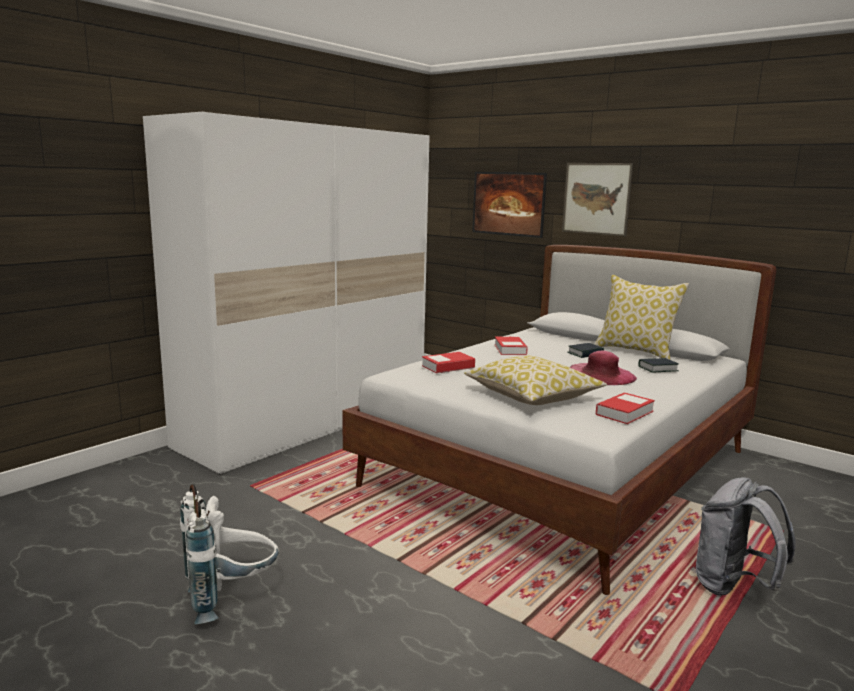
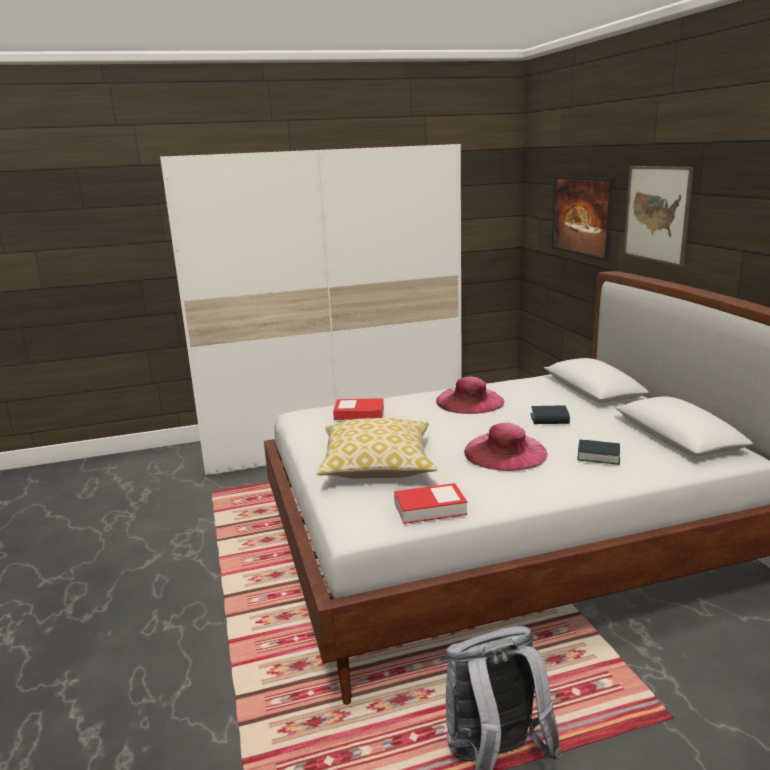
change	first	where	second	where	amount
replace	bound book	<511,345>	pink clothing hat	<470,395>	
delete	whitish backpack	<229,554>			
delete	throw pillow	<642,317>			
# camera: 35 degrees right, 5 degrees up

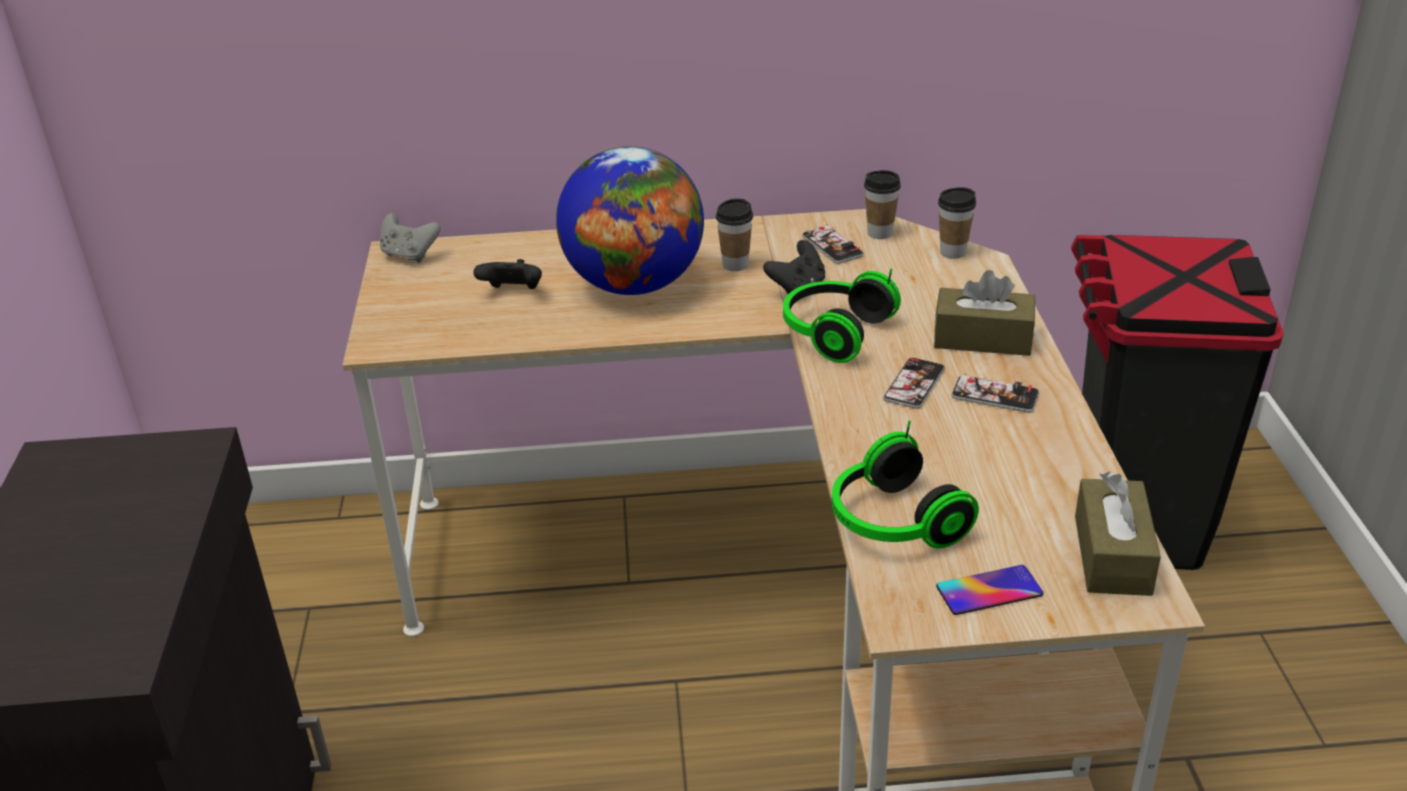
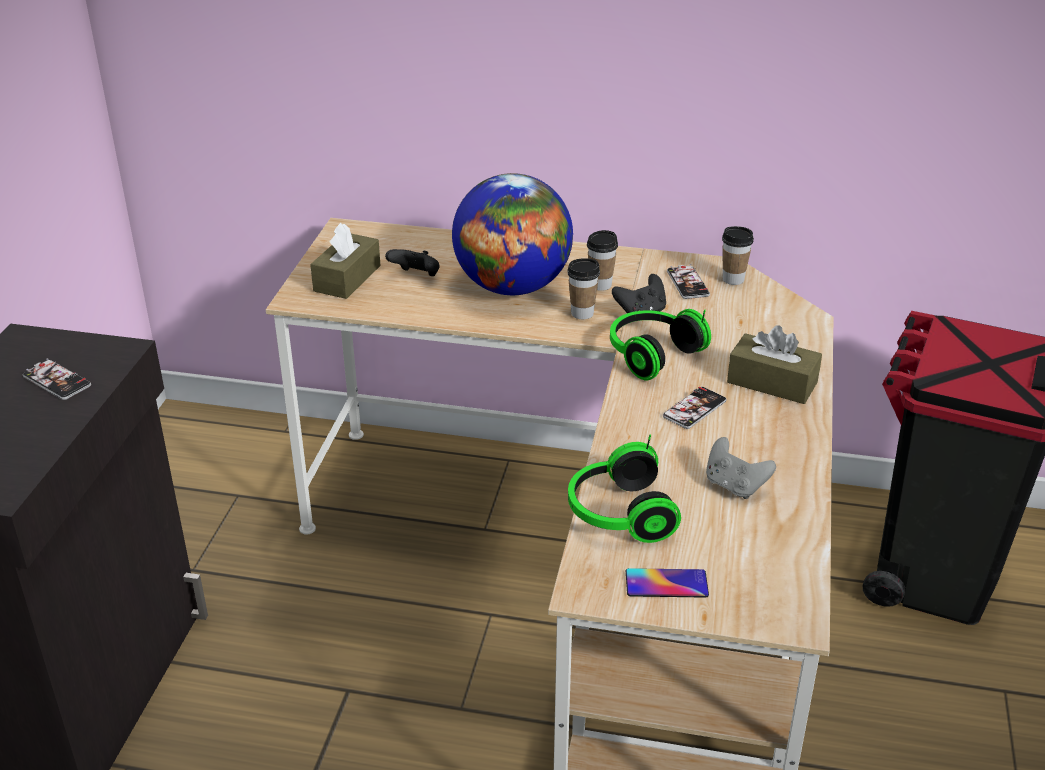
change	first	where	second	where	amount
move	handset	<995,393>		<57,379>	
move	brown tissue box	<1118,534>		<345,261>	
move	drinking cup	<957,223>		<583,288>	
move	greyish gamepad	<410,238>		<741,468>	
# camera: 15 degrees right, 0 degrees up

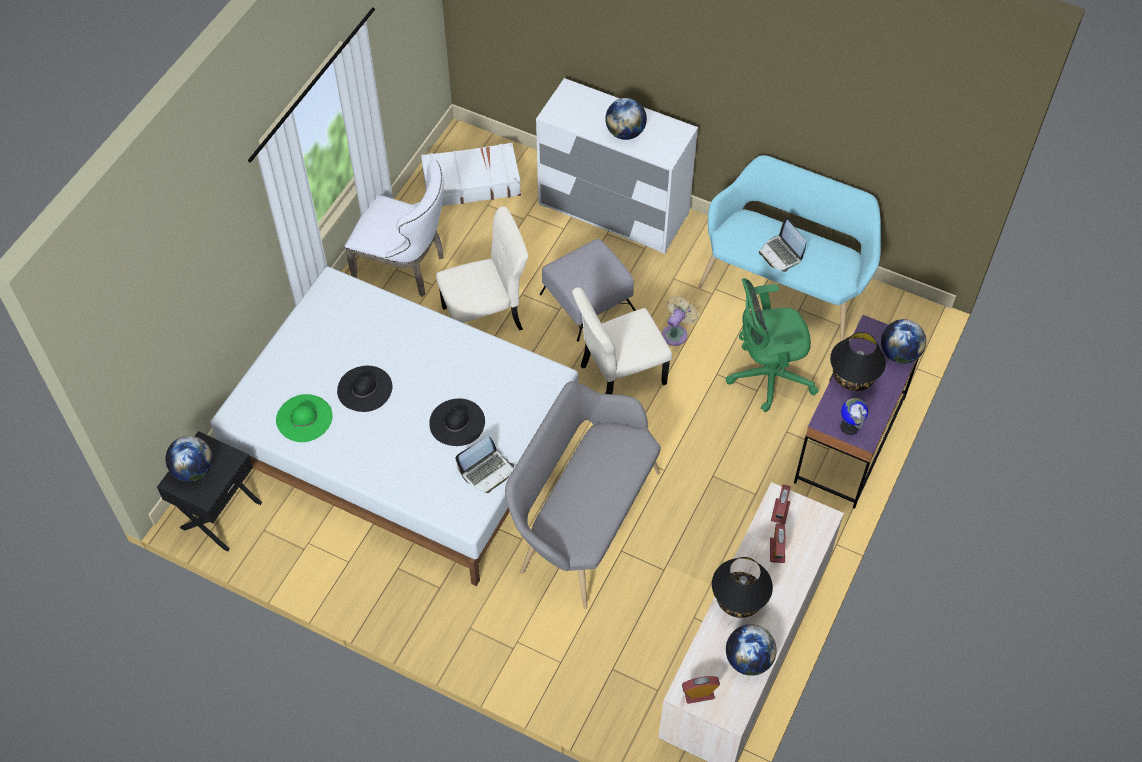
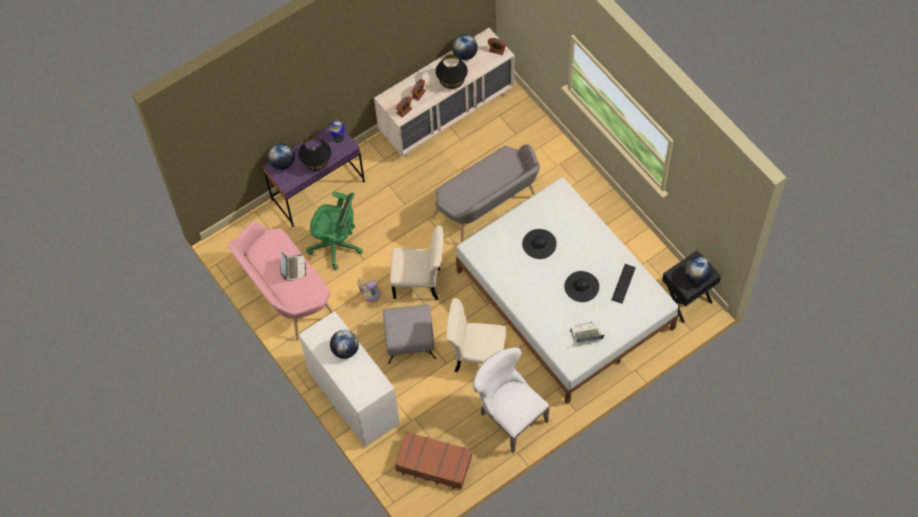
change	first	where	second	where	amount
recolor	blue-green long seat	<789,248>	pink long seat	<280,281>	
recolor	whitish piece of luggage	<471,174>	brown piece of luggage	<433,460>	
move	laptop	<484,464>		<587,332>	
replace	green-coloured clothing hat	<304,418>	computer keyboard	<623,284>	
# camera: 150 degrees left, 5 degrees up

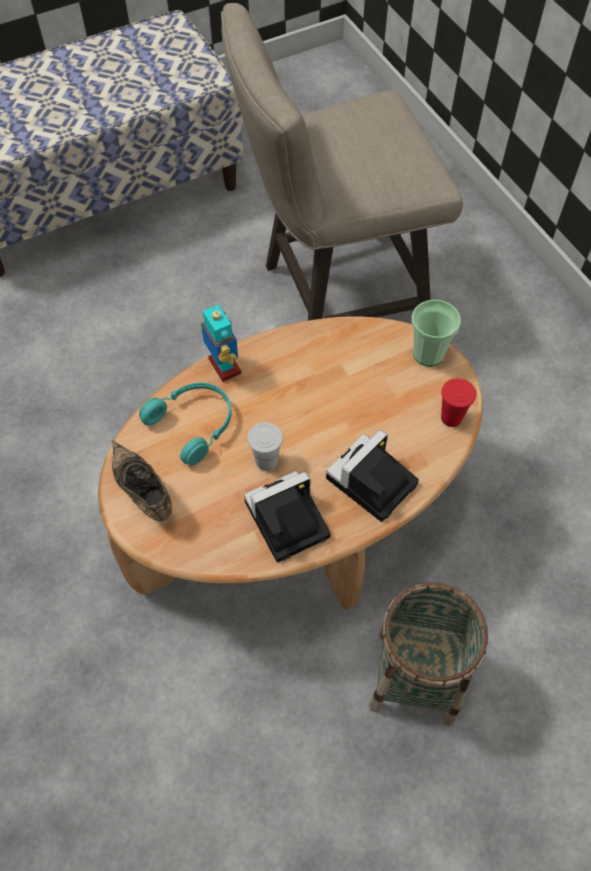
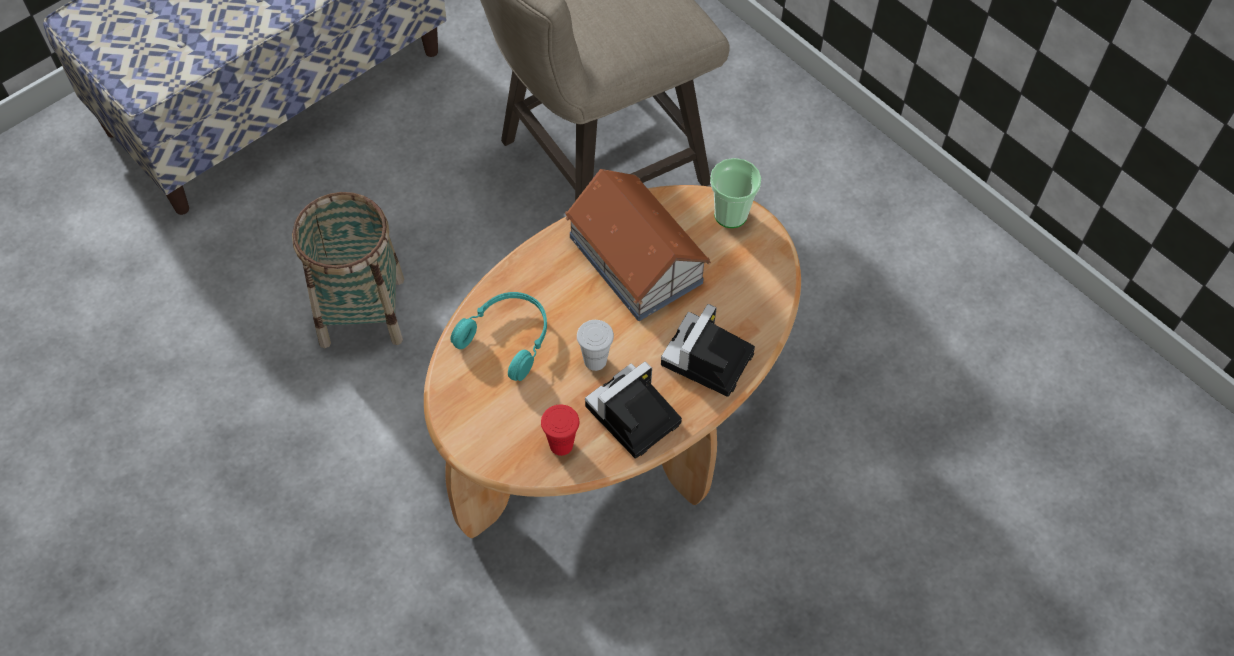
change	first	where	second	where	amount
move	household basket	<428,654>		<348,270>	
move	red-coloured drinking cup	<458,402>		<560,430>	
insert			model house	<638,245>	
delete	brown low shoe	<142,480>			
delete	model robot	<221,343>			
# camera: 15 degrees left, 0 degrees up

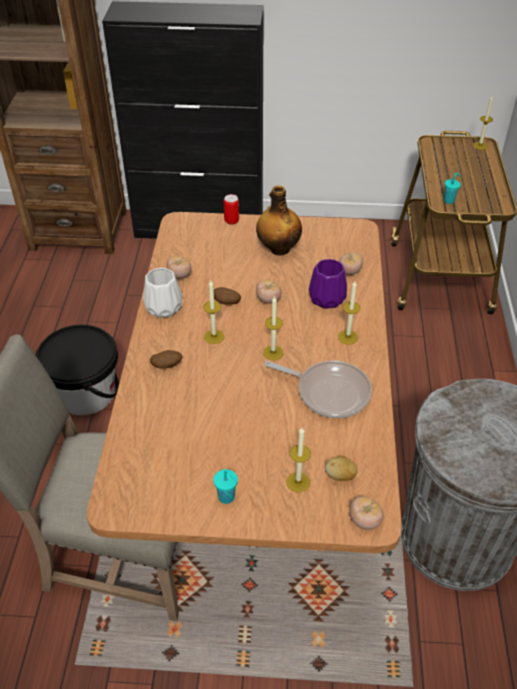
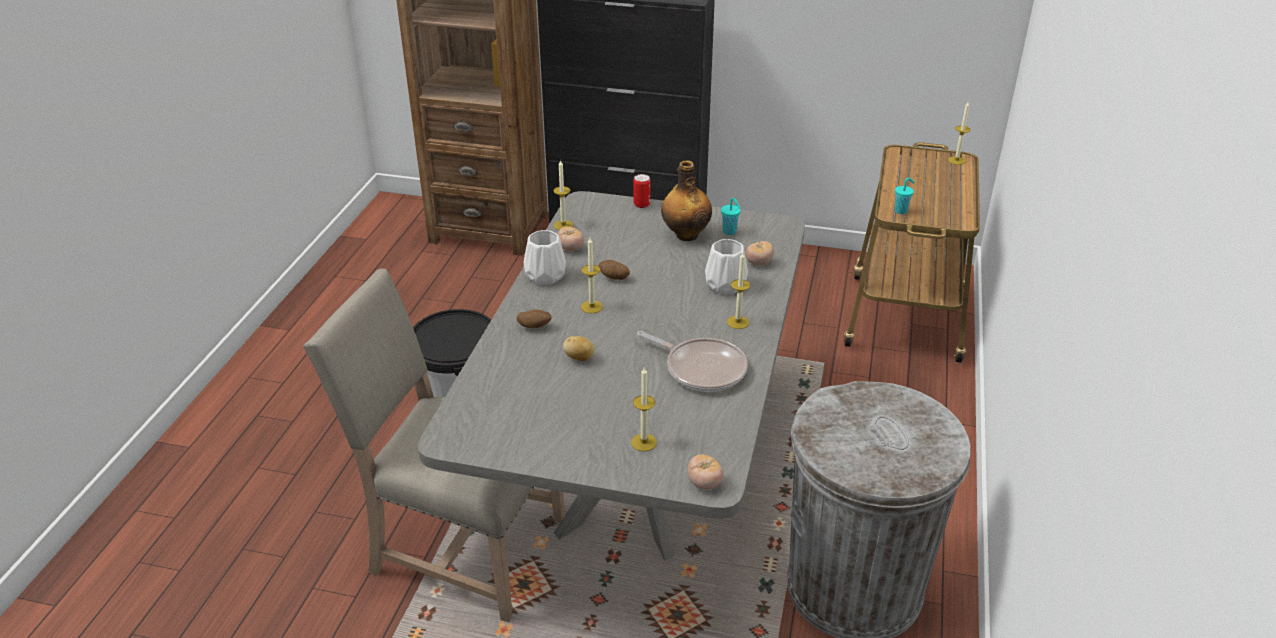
change	first	where	second	where	amount
recolor	brown kitchen table	<244,382>	greyish kitchen table	<611,376>	
move	wax light	<273,328>		<563,194>	
move	potato	<341,468>		<579,348>	
recolor	purple-coloured decorative vase	<328,284>	whitish decorative vase	<726,266>	
move	blue-green drinking cup	<225,486>		<731,216>	
delete	fresh tomato	<268,291>			
# camera: 10 degrees right, 10 degrees down

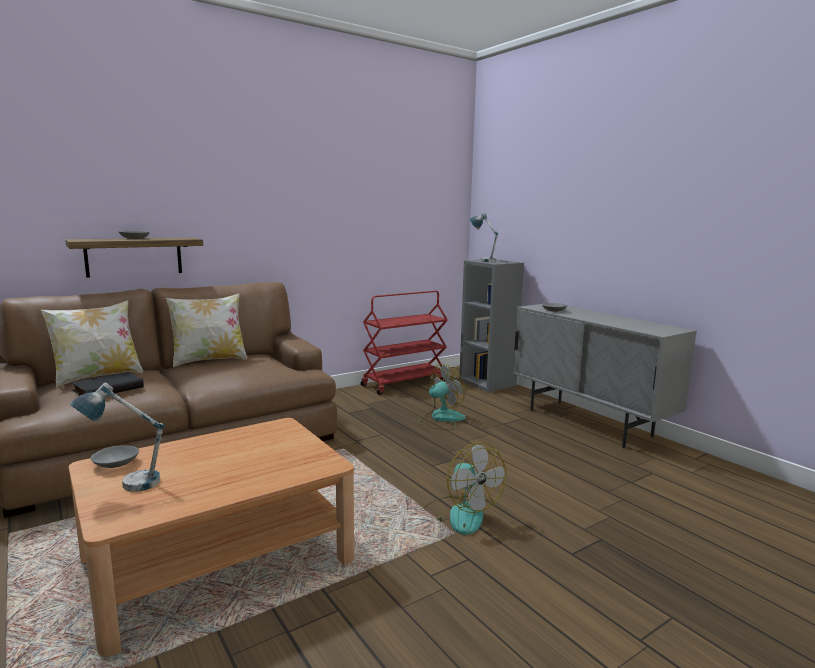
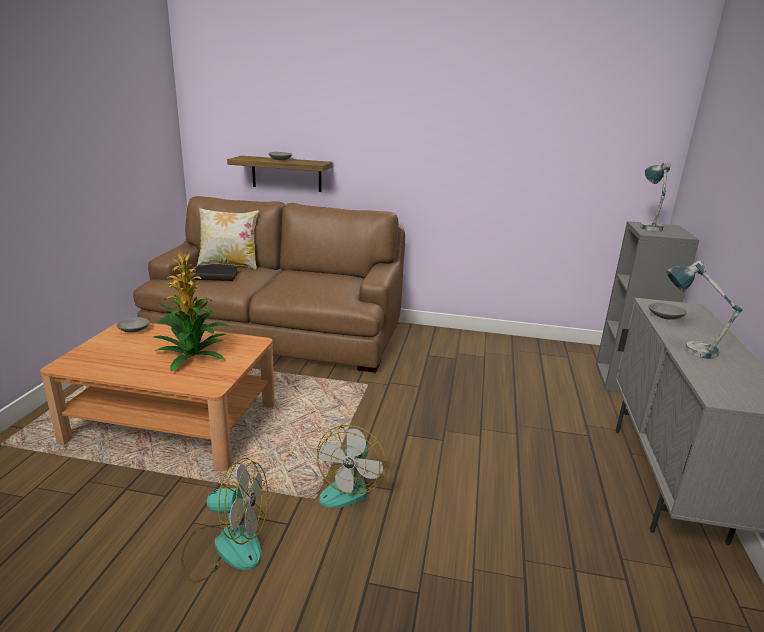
change	first	where	second	where	amount
insert			potted plant	<191,311>	
move	fan	<442,397>		<224,520>	
move	tabletop lamp	<117,437>		<704,310>	
delete	throw pillow	<207,330>			
delete	red-coloured wheeled cart	<404,343>			
# camera: 45 degrees right, 10 degrees up

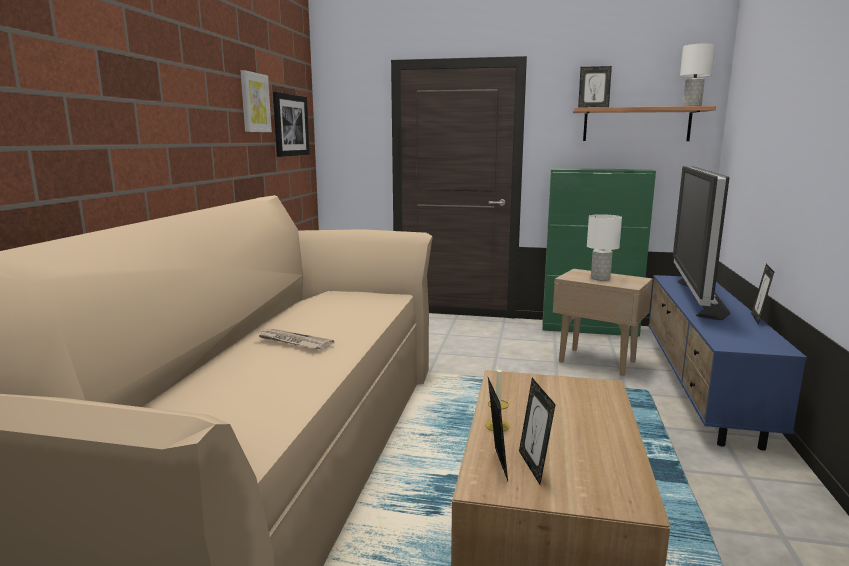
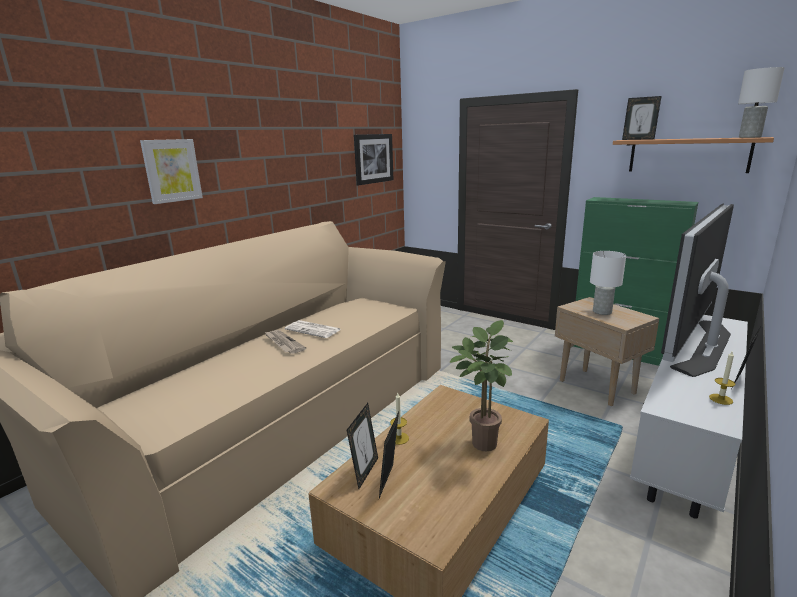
change	first	where	second	where	amount
move	picture	<256,101>		<171,171>	
insert			printed paper	<313,329>	
insert			potted plant	<481,385>	
recolor	bluish tv unit	<727,363>	whitish tv unit	<689,417>	
insert			wax light	<722,377>	
# camera: 25 degrees right, 5 degrees up

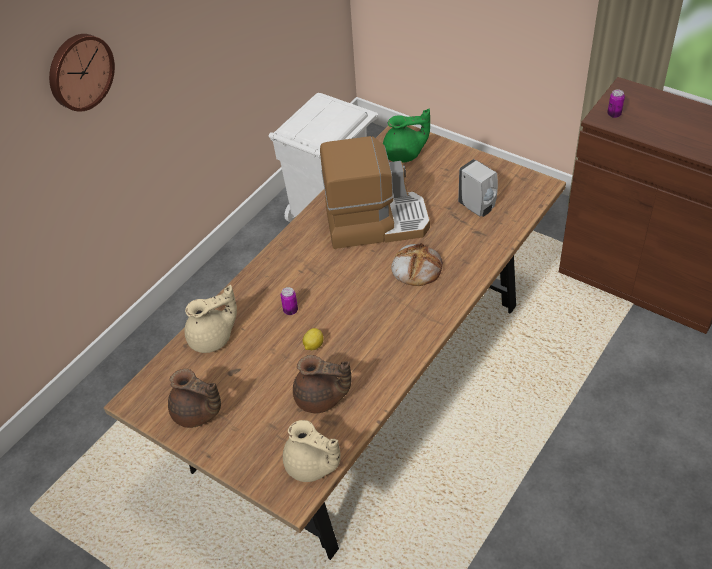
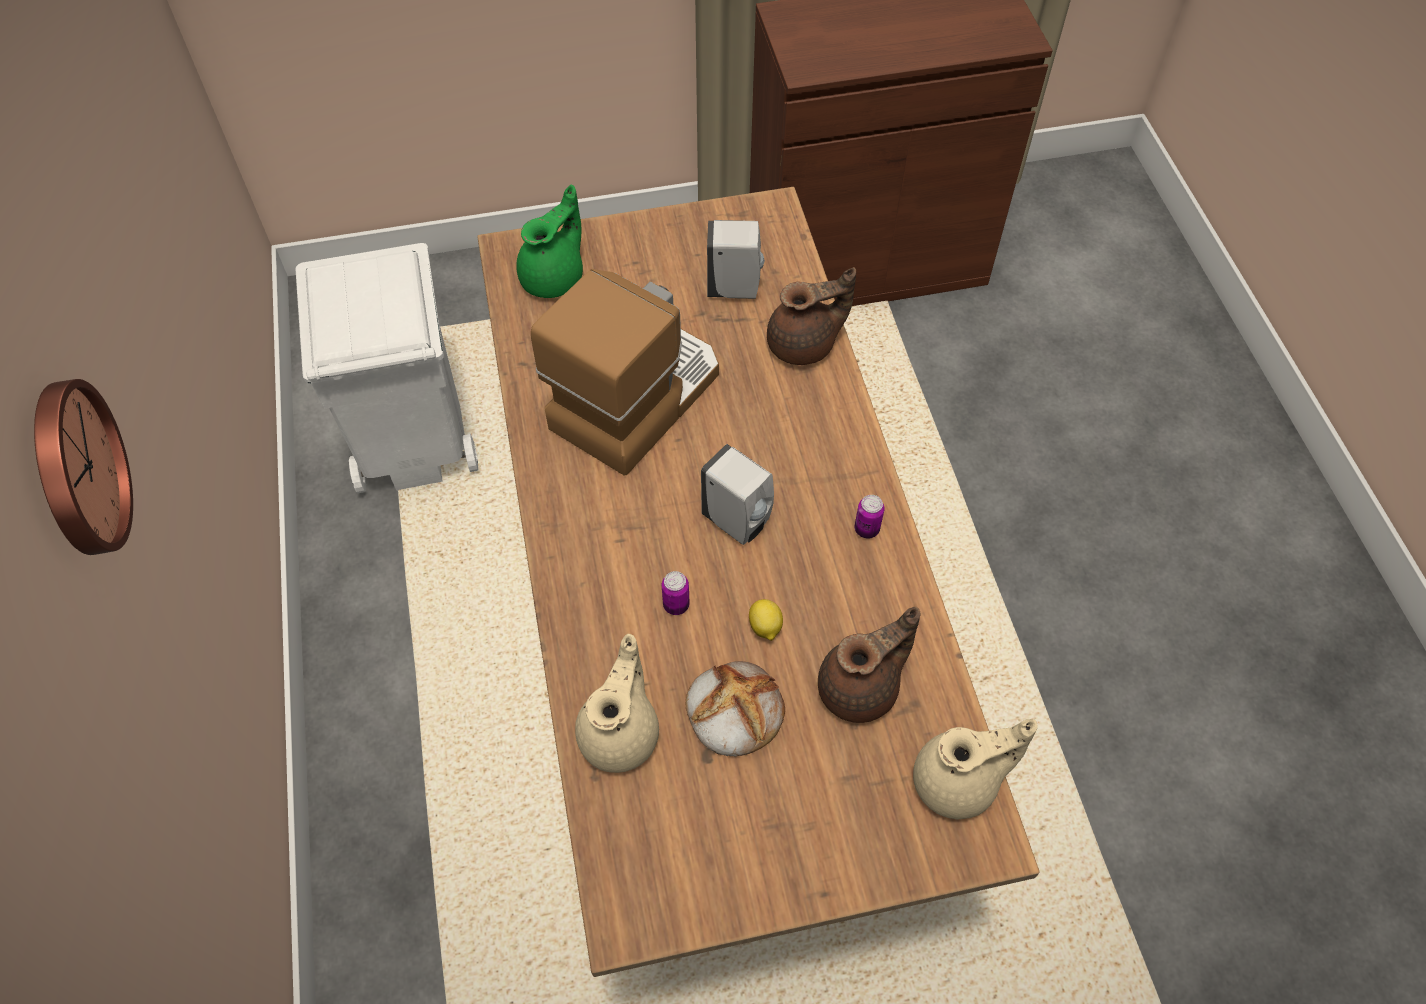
change	first	where	second	where	amount
move	bread	<417,264>		<735,708>	
insert			whitish soap dispenser	<737,494>	
move	brown tea pot	<194,398>		<811,316>	
move	can	<616,103>		<870,517>	
# camera: 50 degrees left, 10 degrees up

